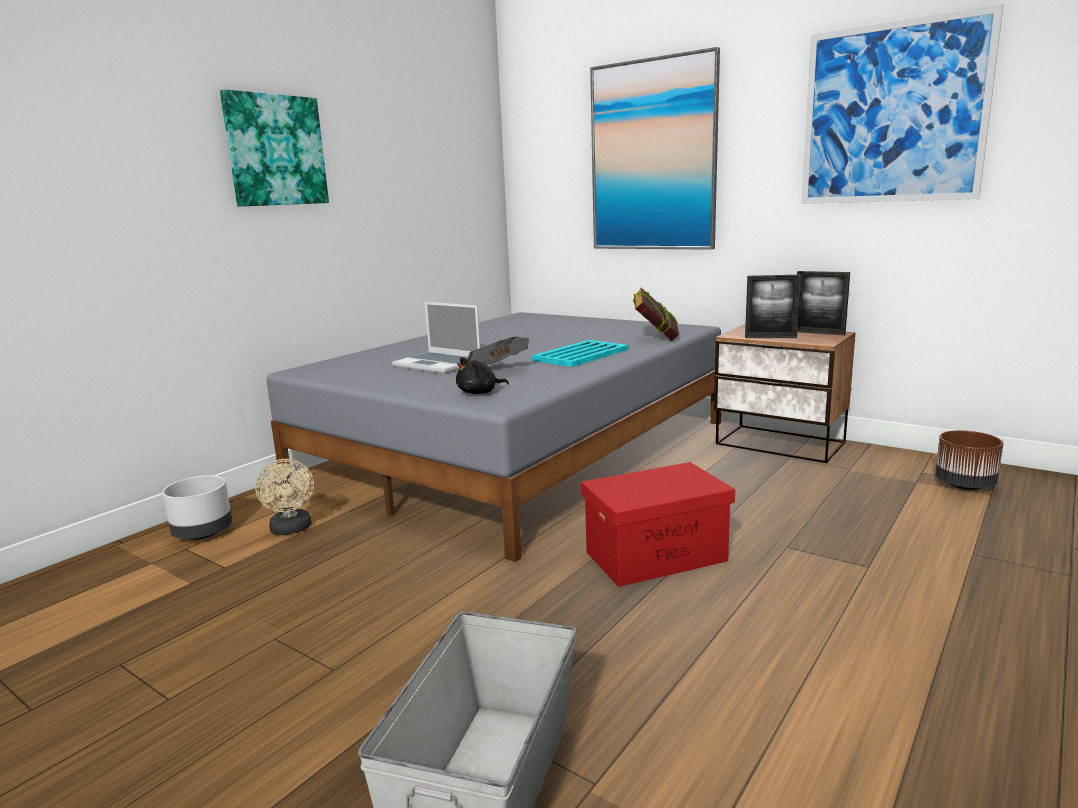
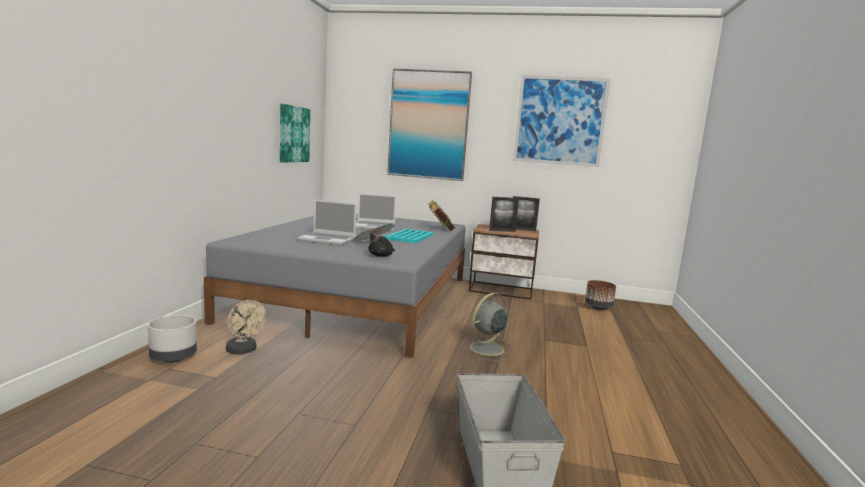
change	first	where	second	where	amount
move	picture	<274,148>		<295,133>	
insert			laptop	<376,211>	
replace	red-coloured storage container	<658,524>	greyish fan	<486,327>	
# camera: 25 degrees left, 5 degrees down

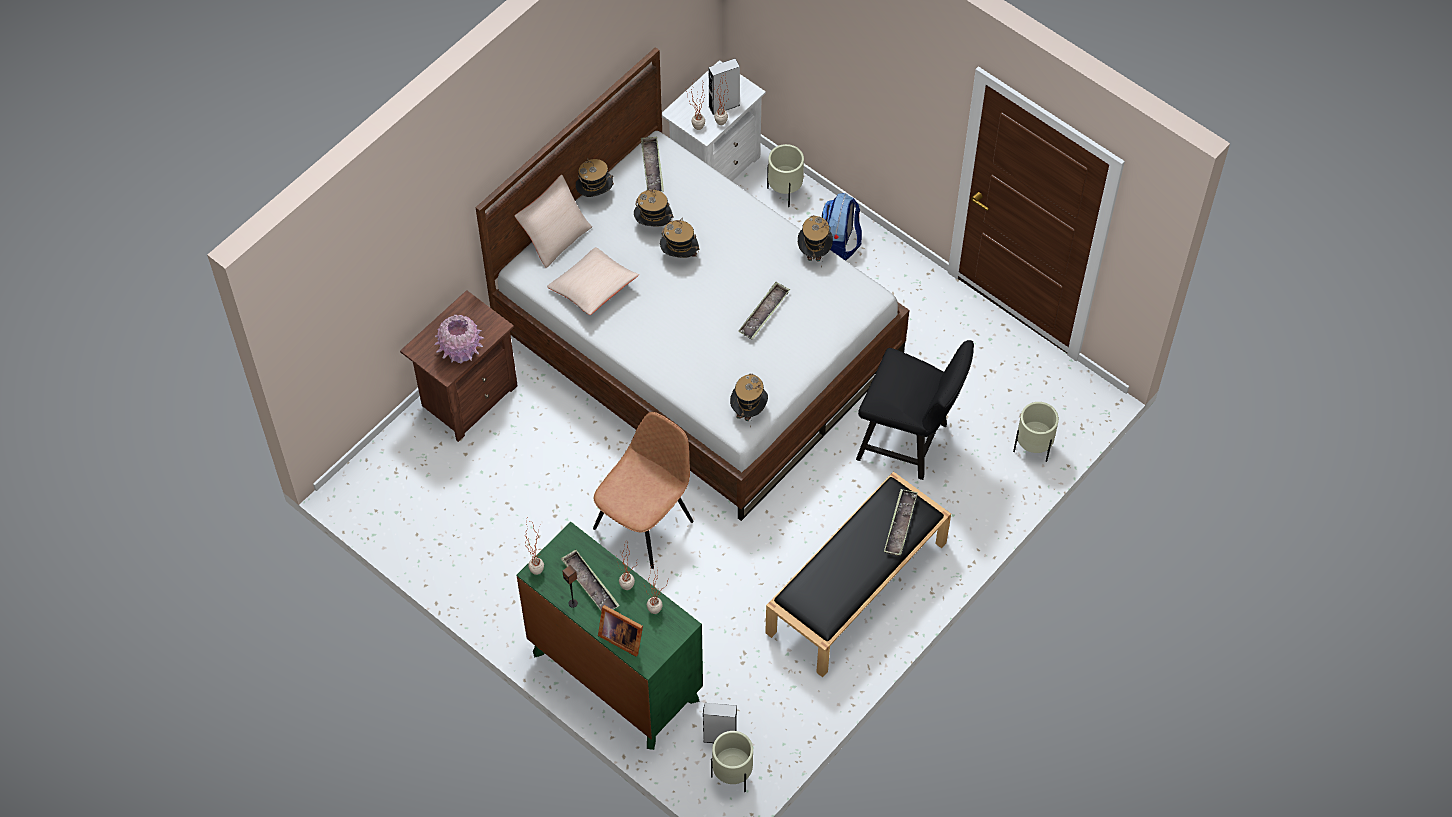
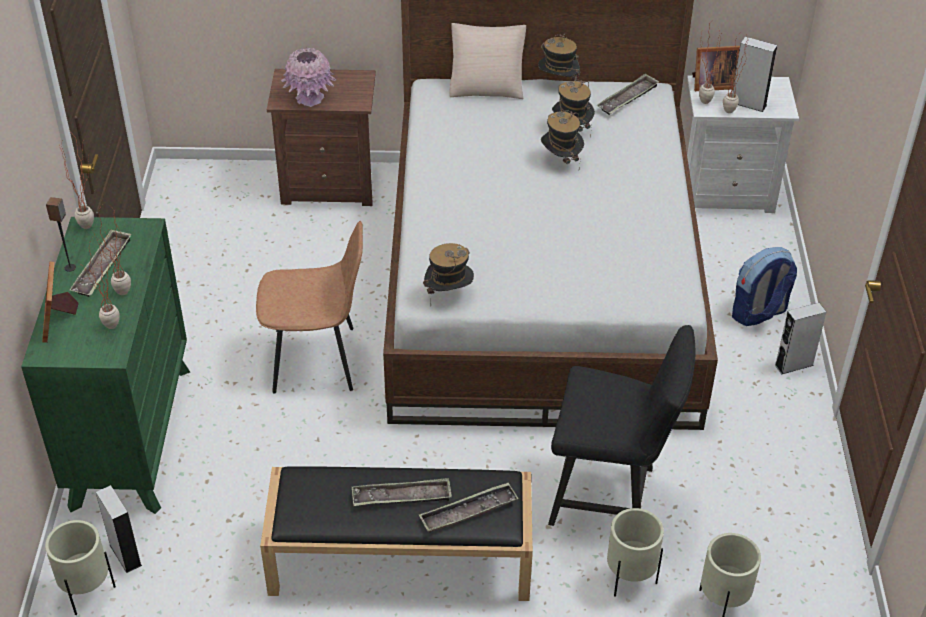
change	first	where	second	where	amount
move	tray	<764,311>		<402,492>	
rotate	black-coloured plain chair	<915,410>		<621,425>	60 degrees counterclockwise
move	beige-coloured flower pot	<785,175>		<635,552>	
insert			standing frame	<716,68>	
insert			greyish audio speaker	<800,338>	
delete	beige-coloured throw pillow	<593,281>			
delete	clothing hat	<815,241>			
# camera: 50 degrees right, 15 degrees down

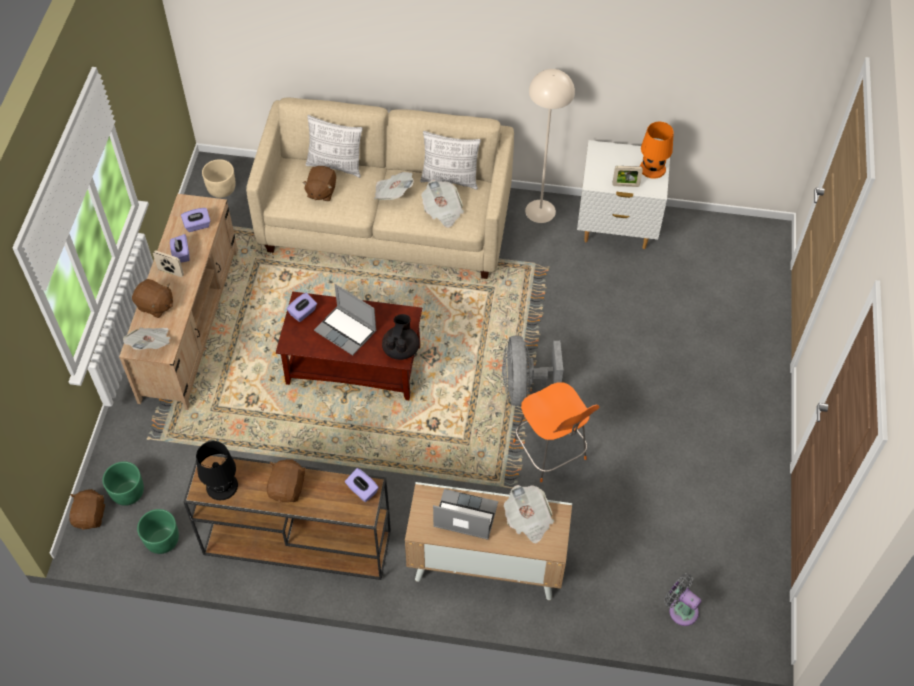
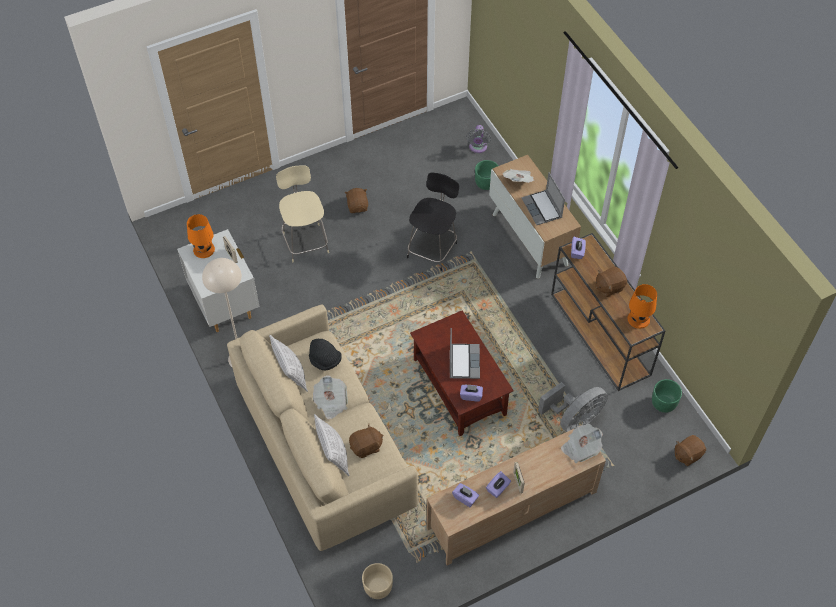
change	first	where	second	where	amount
insert			beige-coloured stool seat	<302,213>	
replace	printed paper	<442,204>	black-coloured clothing hat	<325,354>	
move	brown cuddly toy	<152,298>		<356,200>	
recolor	orangey stool seat	<556,432>	black-coloured stool seat	<433,222>	
move	green-coloured flower pot	<123,484>		<486,175>	
move	greyish fan	<532,370>		<573,407>	
recolor	black-coloured tabletop lamp	<217,470>	orangey tabletop lamp	<642,306>	
delete	black-coloured tea pot	<400,337>			
# camera: 125 degrees left, 0 degrees up

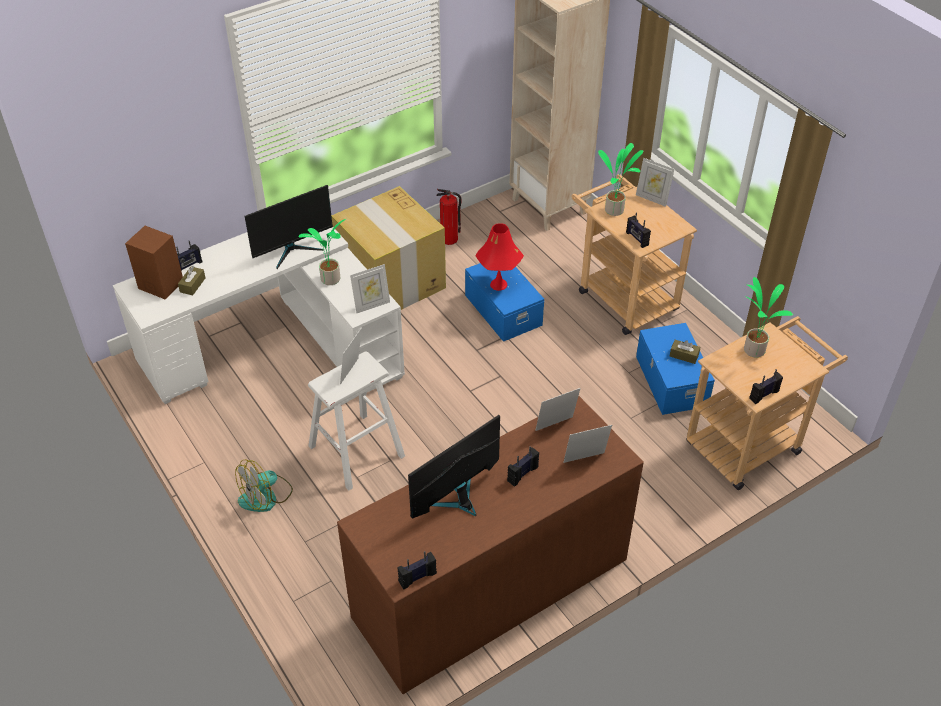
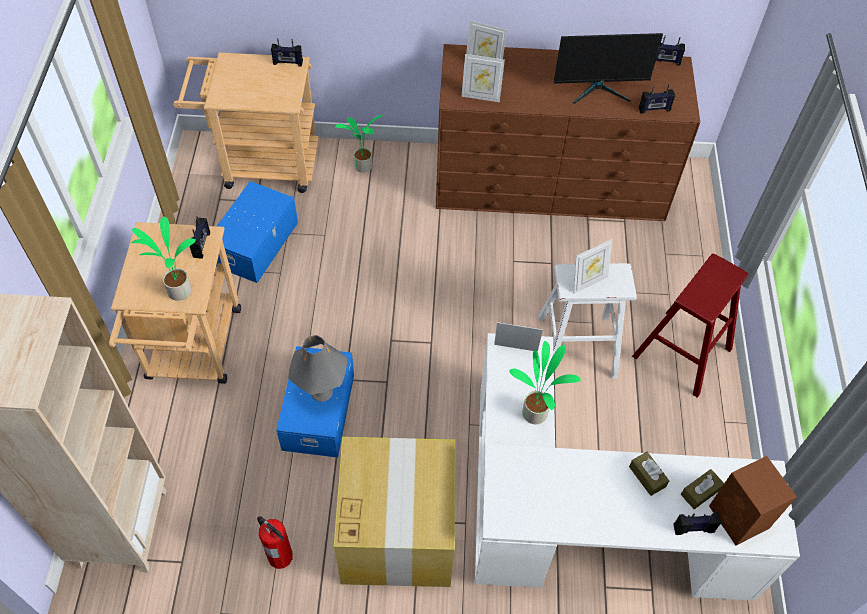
change	first	where	second	where	amount
recolor	red-coloured tabletop lamp	<499,257>	greyish tabletop lamp	<317,368>	
move	potted plant	<768,317>		<359,144>	
move	brown tissue box	<685,352>		<649,474>	
replace	fan	<264,486>	red-coloured stool seat	<690,326>	
move	radio receiver	<523,466>		<657,99>	
delete	computer display	<289,227>			
delete	standing frame	<655,182>			
# camera: 145 degrees left, 10 degrees up

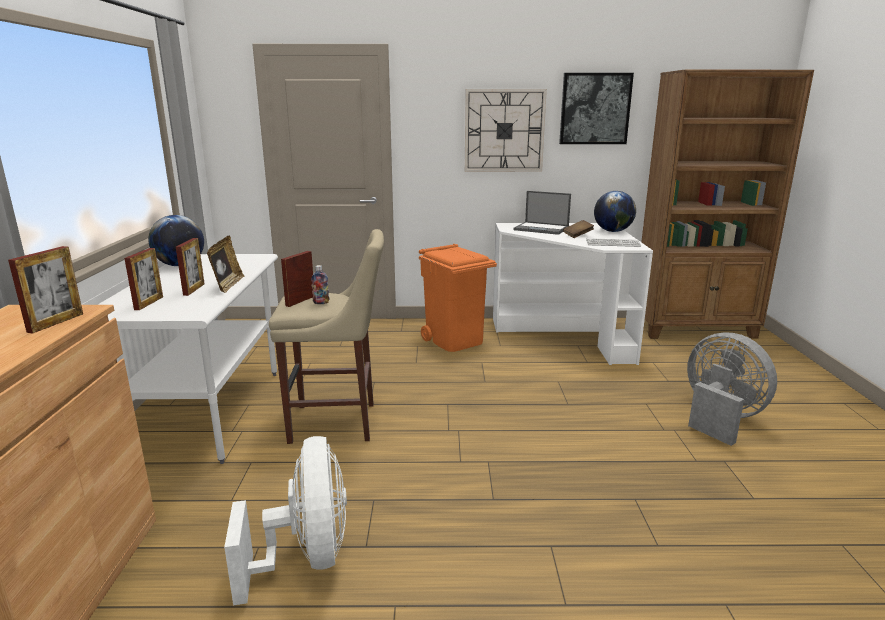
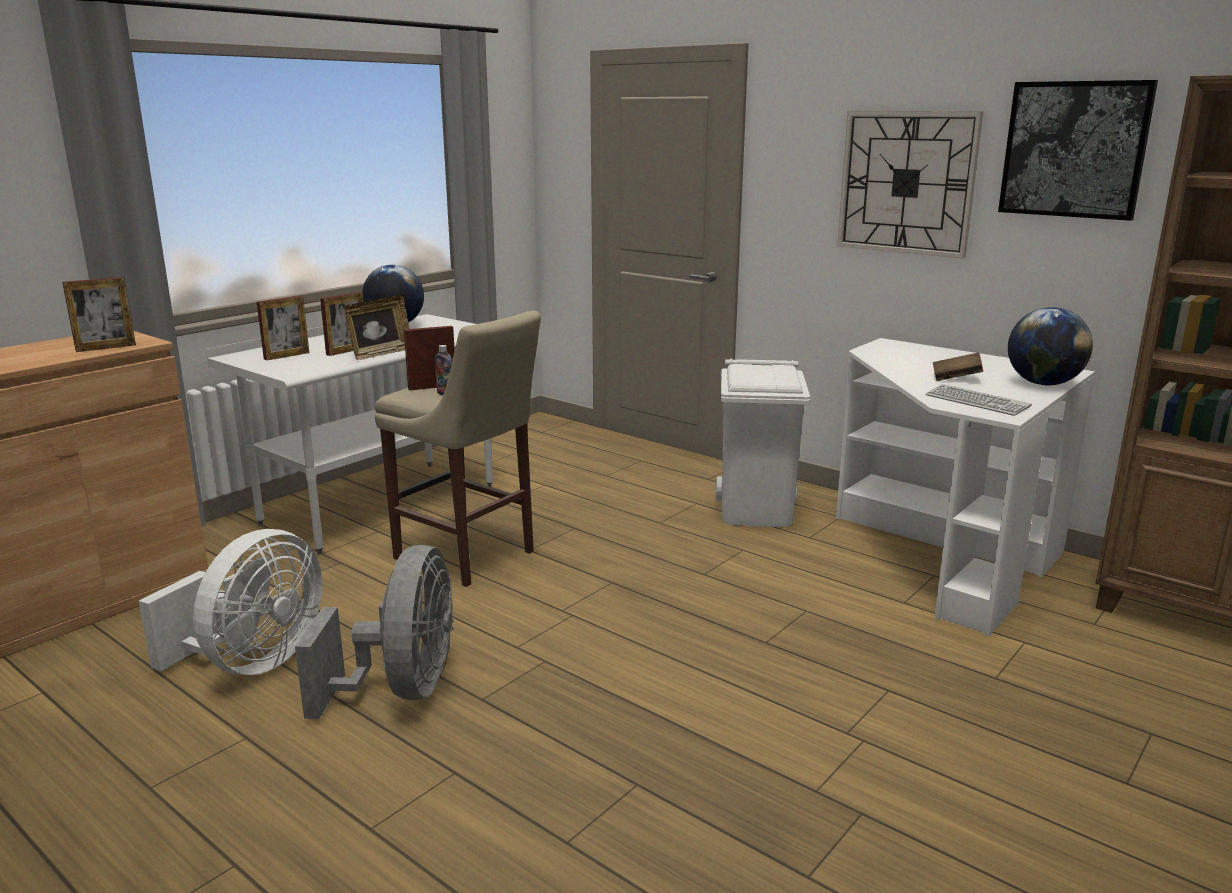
change	first	where	second	where	amount
move	greyish fan	<732,389>		<374,632>	
recolor	orangey trash can	<458,298>	whitish trash can	<762,442>	
delete	laptop	<542,213>			
# camera: 40 degrees right, 0 degrees up

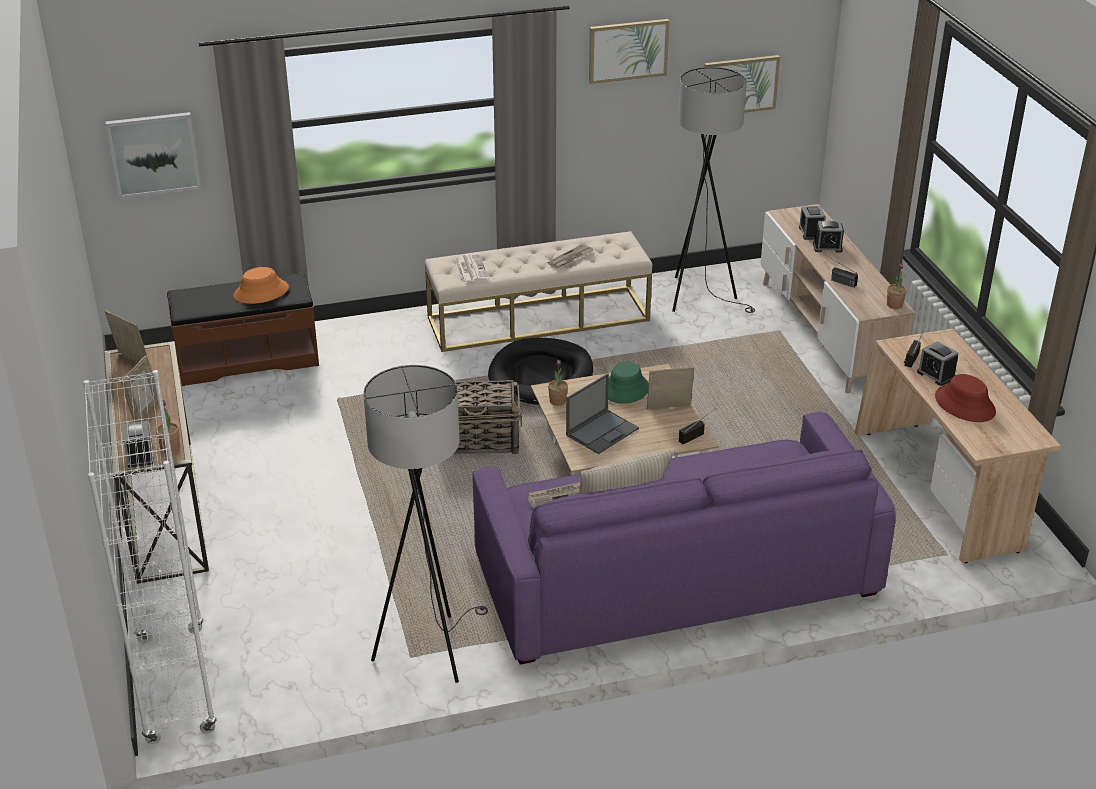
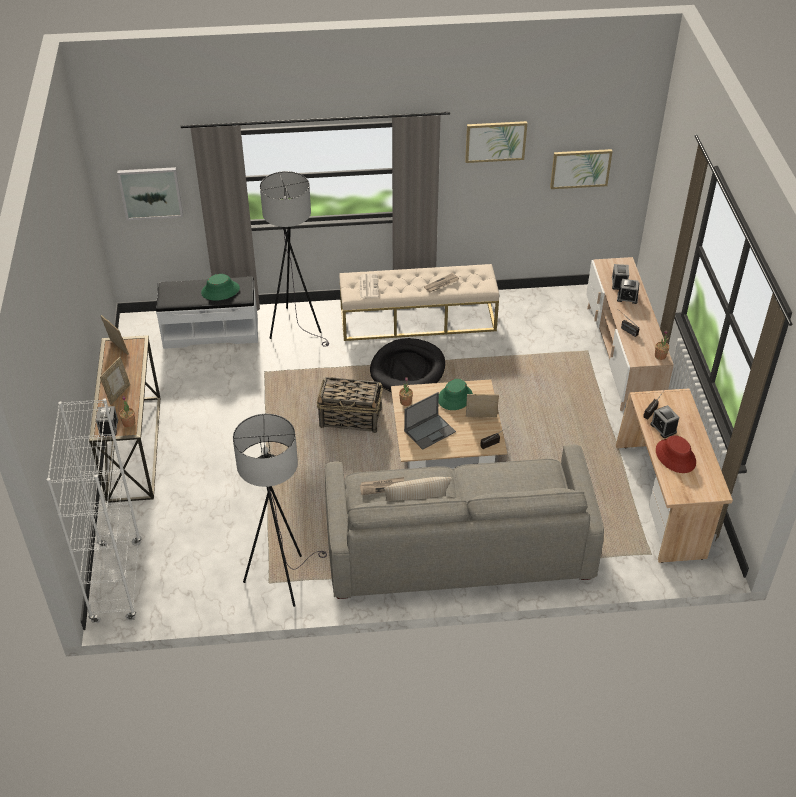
change	first	where	second	where	amount
recolor	brown long seat	<243,329>	whitish long seat	<207,313>	
recolor	orangey clothing hat	<261,285>	green-coloured clothing hat	<220,287>	
move	greyish standard lamp	<713,190>		<294,259>	
recolor	purple-coloured settee	<684,538>	greyish settee	<464,521>	
# camera: 10 degrees right, 10 degrees up

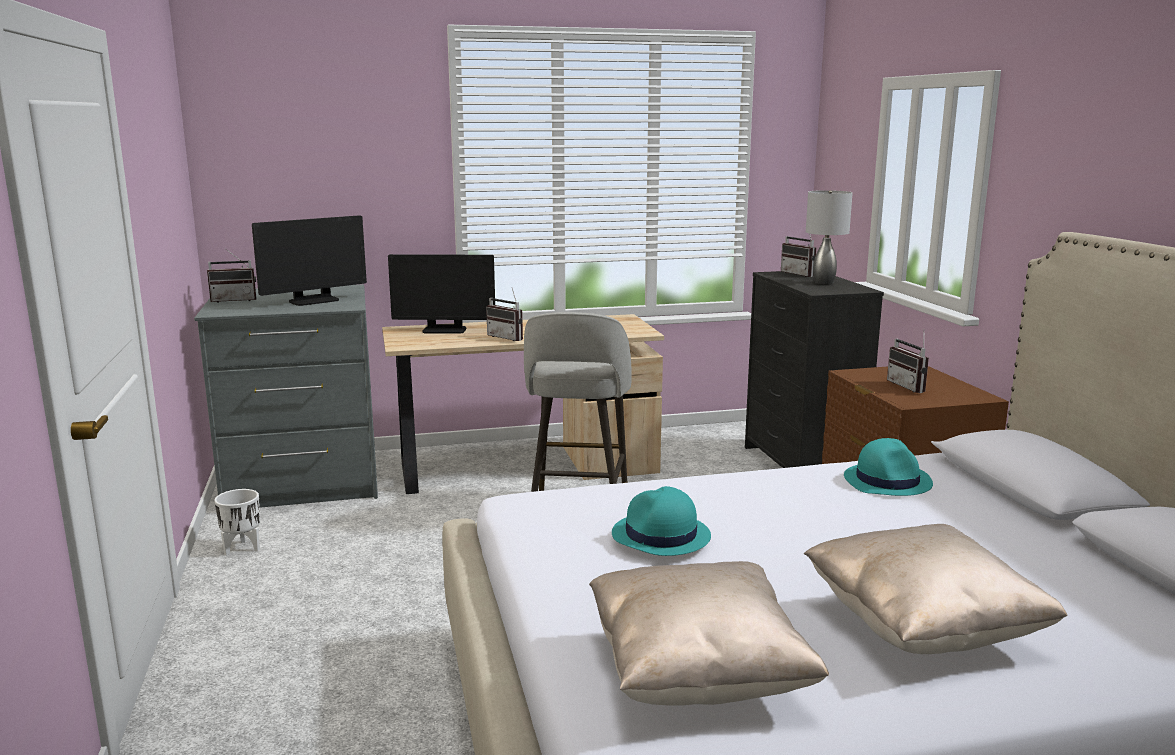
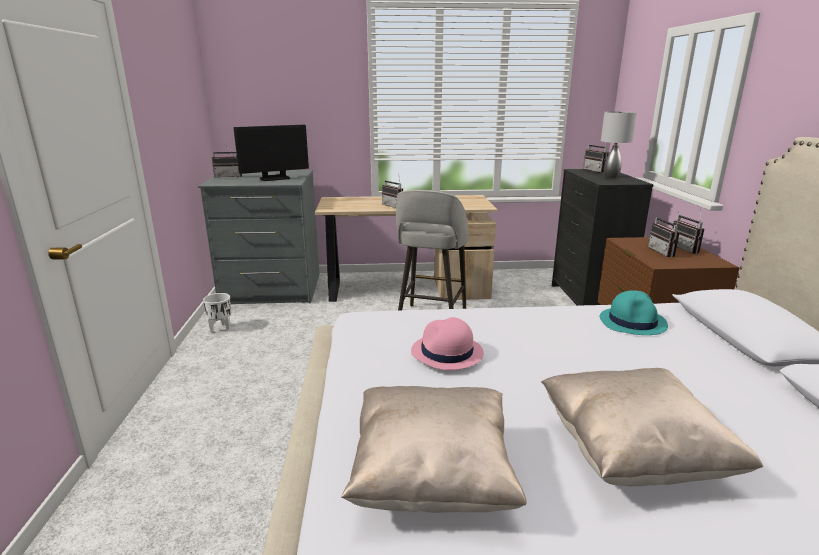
change	first	where	second	where	amount
recolor	blue-green clothing hat	<661,521>	pink clothing hat	<447,343>	
insert			radio receiver	<688,231>	
delete	computer display	<441,294>			
# camera: 10 degrees right, 5 degrees up

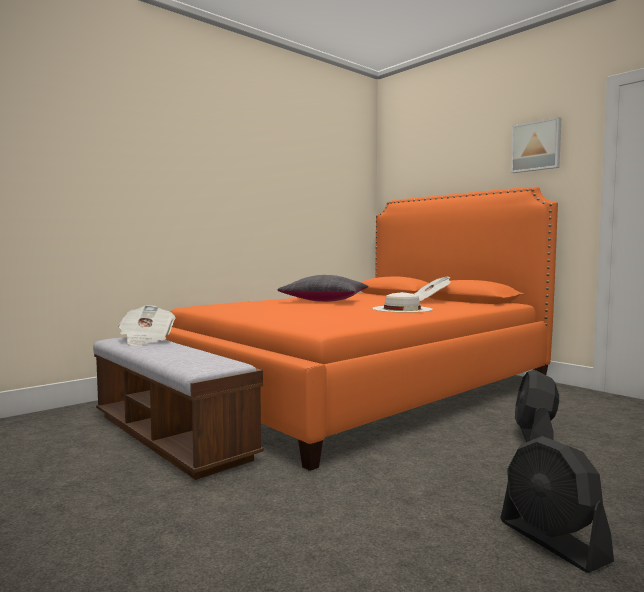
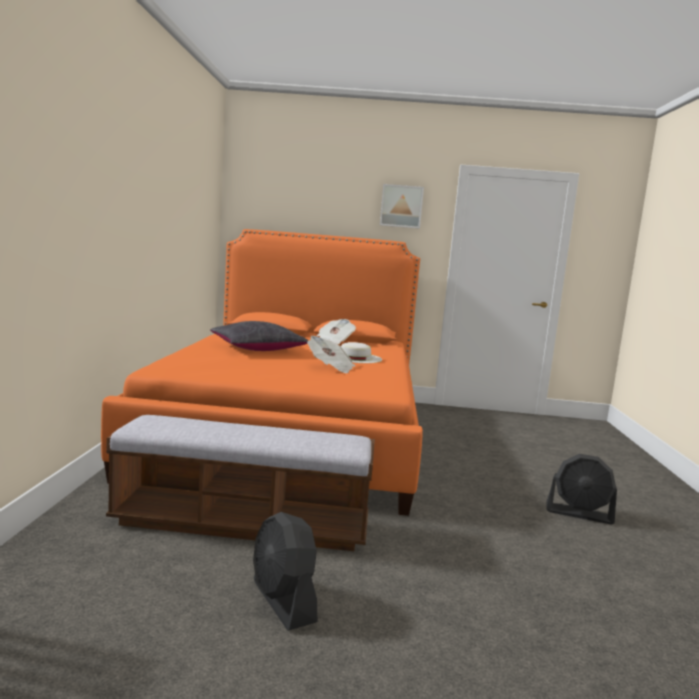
change	first	where	second	where	amount
move	black-coloured fan	<537,406>		<285,571>	
move	printed paper	<146,325>		<331,354>	
# camera: 45 degrees left, 5 degrees up

